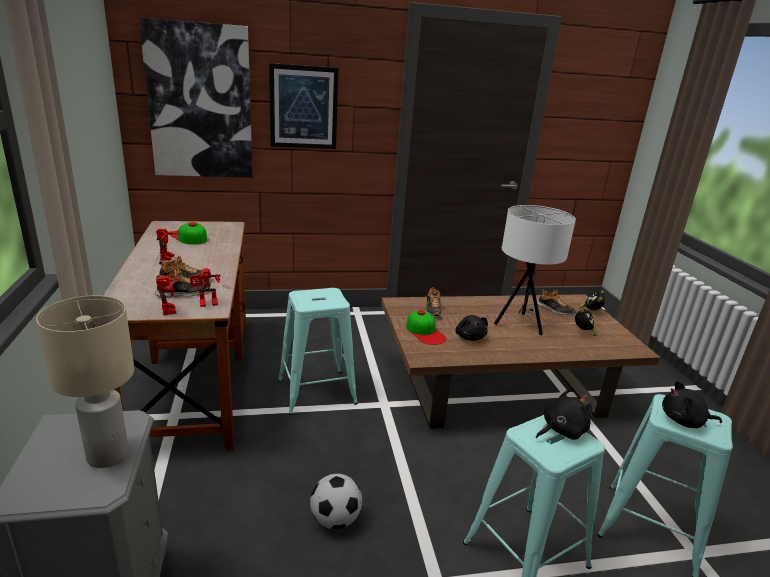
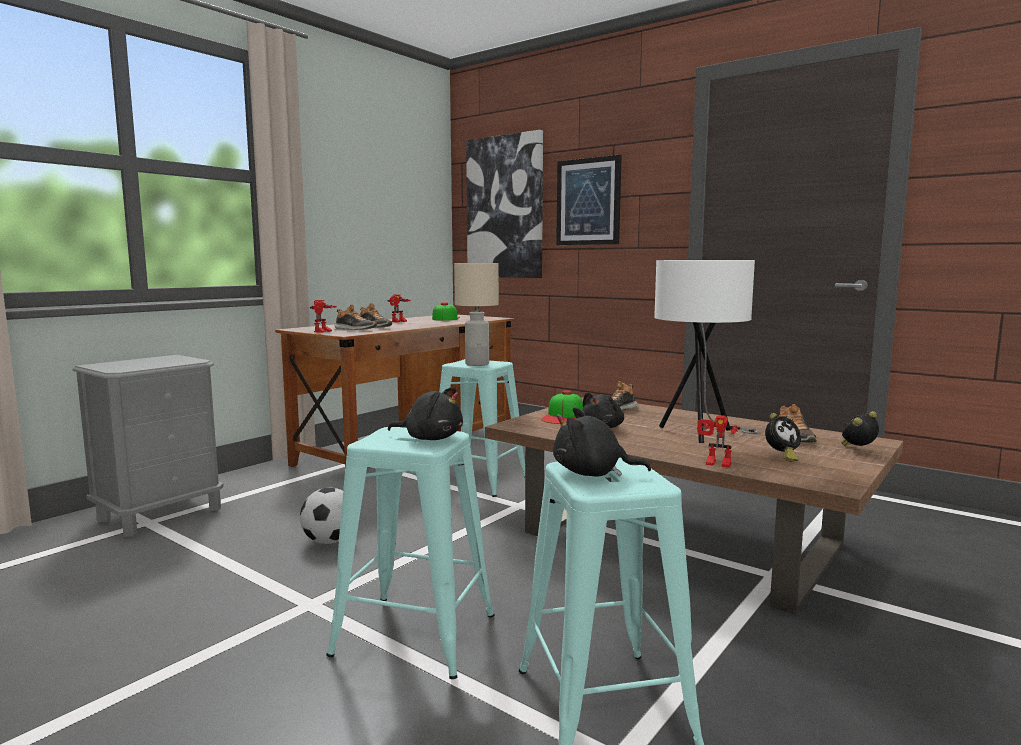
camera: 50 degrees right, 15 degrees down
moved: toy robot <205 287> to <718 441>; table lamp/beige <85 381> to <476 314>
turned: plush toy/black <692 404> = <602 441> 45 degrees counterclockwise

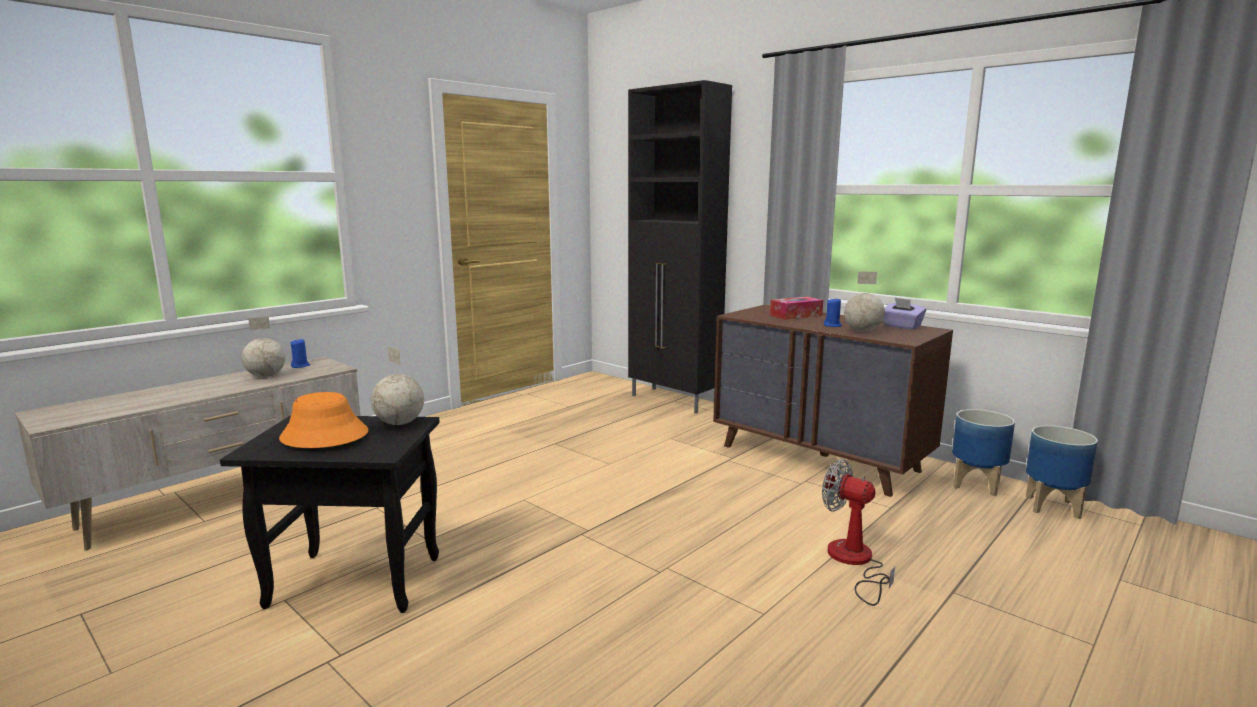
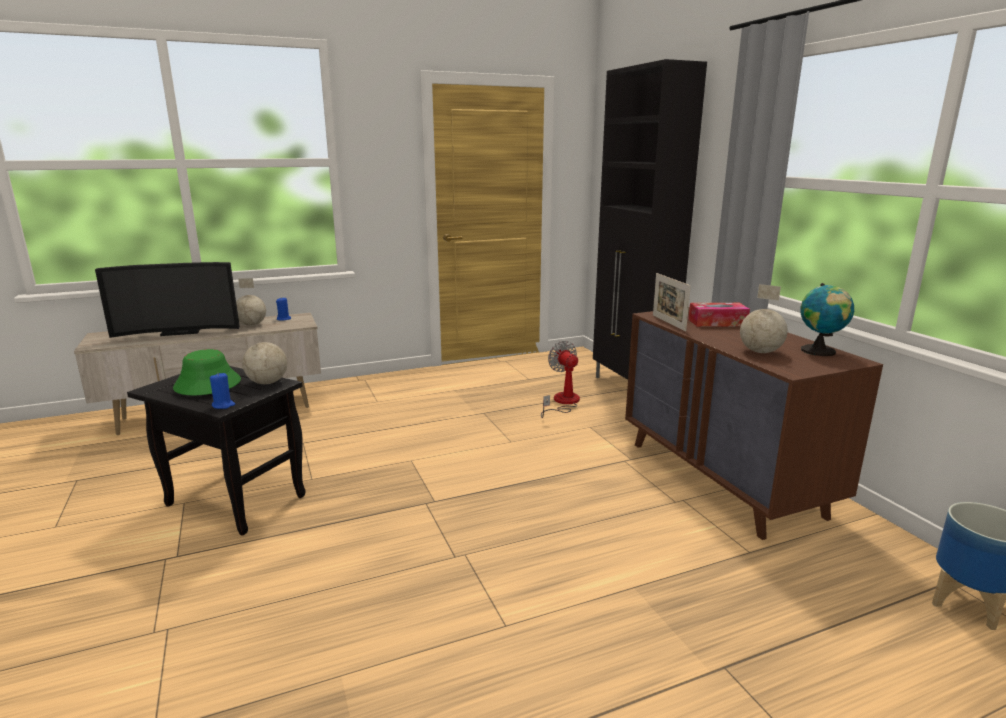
camera: 25 degrees right, 5 degrees up
removed: planter <983 452>
added: television <167 300>; picture frame <672 302>
moved: candle/blue <833 312> to <222 391>; fan <858 532> to <560 379>
replaced: tissue box/purple <904 313> to globe <827 319>
recoloured: hat/orange <324 420> to hat/green <207 372>

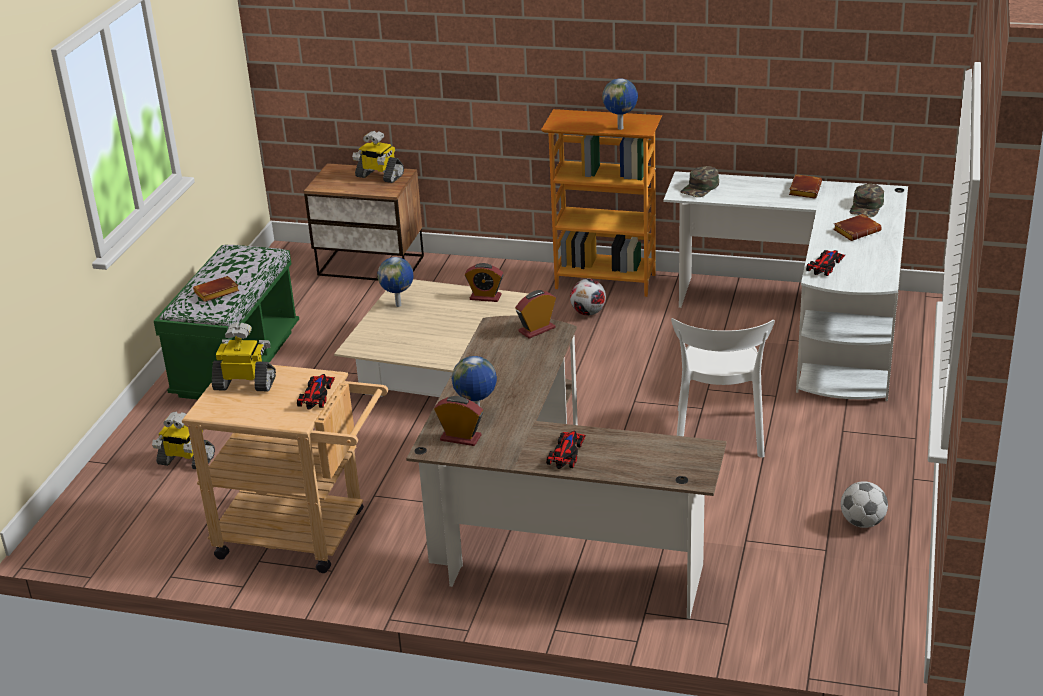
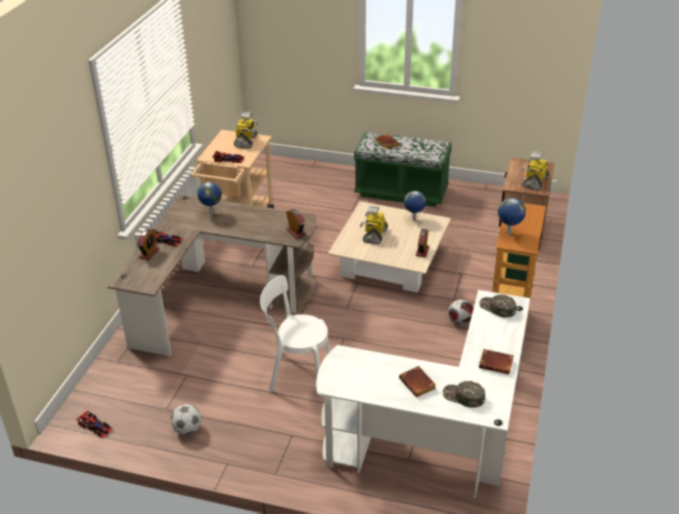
camera: 90 degrees right, 5 degrees up
moved: toy car <825 263> to <94 424>; alarm clock <458 421> to <148 244>; toy robot <183 440> to <374 224>

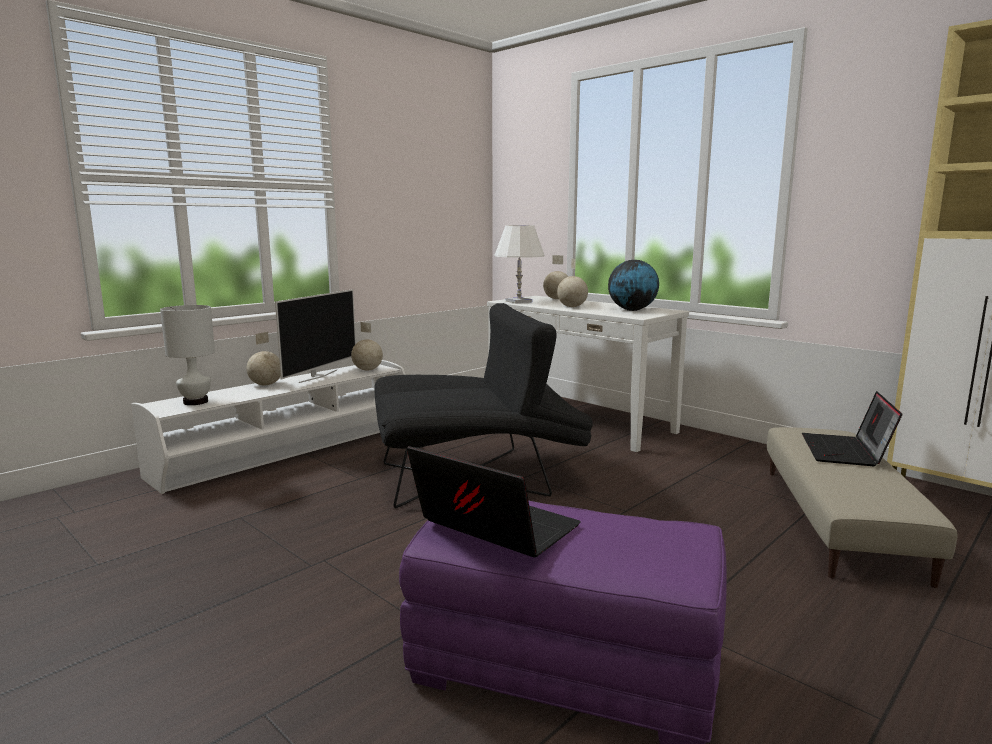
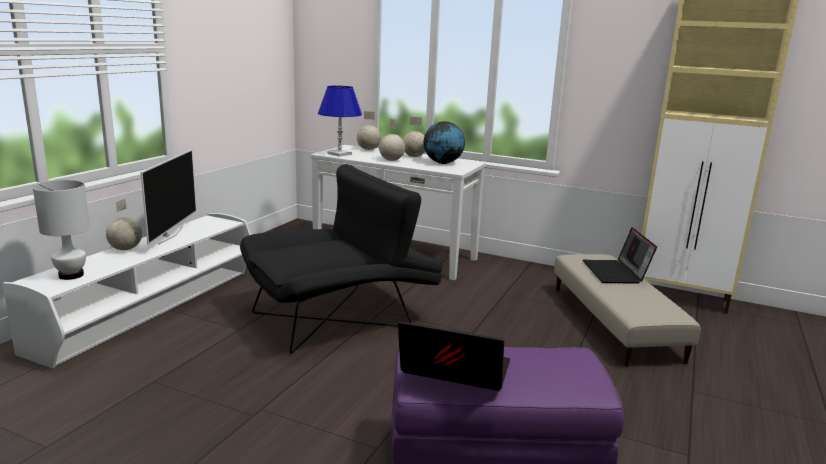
camera: 20 degrees left, 5 degrees up
moved: globe <367 346> to <414 137>
recoloured: table lamp/white <520 264> to table lamp/blue <340 121>

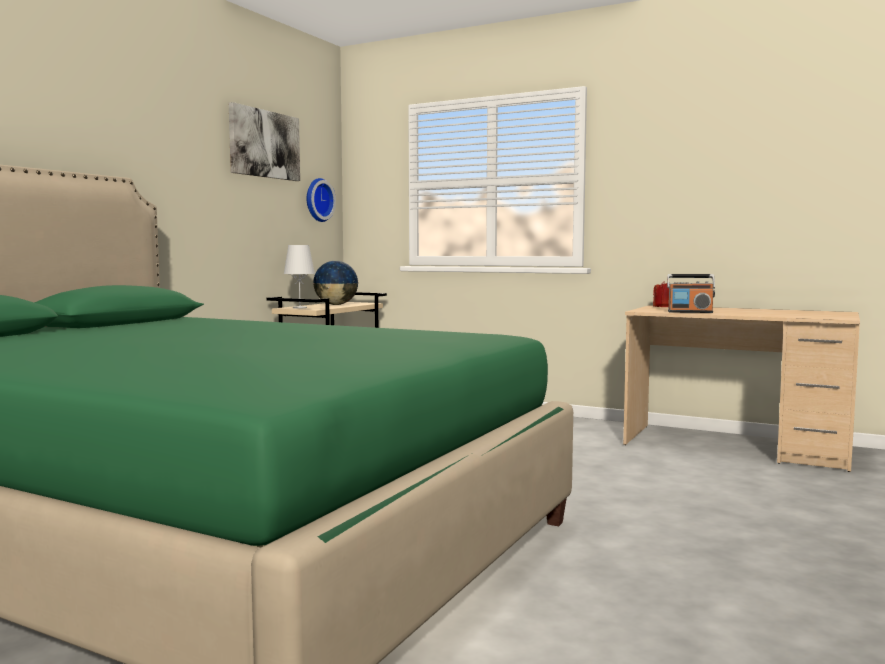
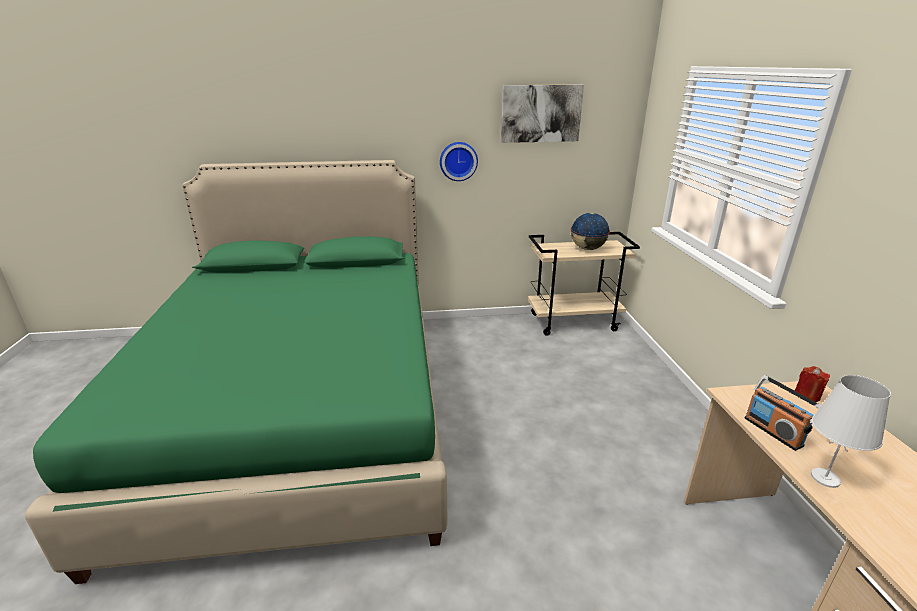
camera: 55 degrees right, 20 degrees up
moved: wall clock <321 200> to <459 161>; table lamp/white <299 276> to <851 431>

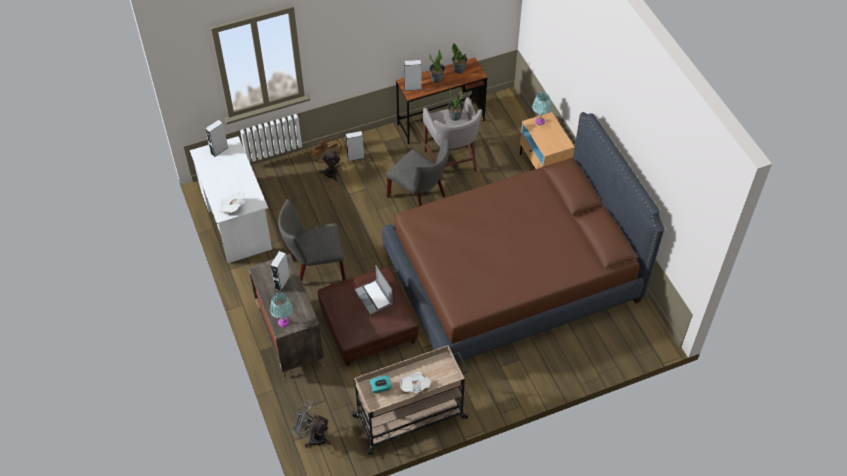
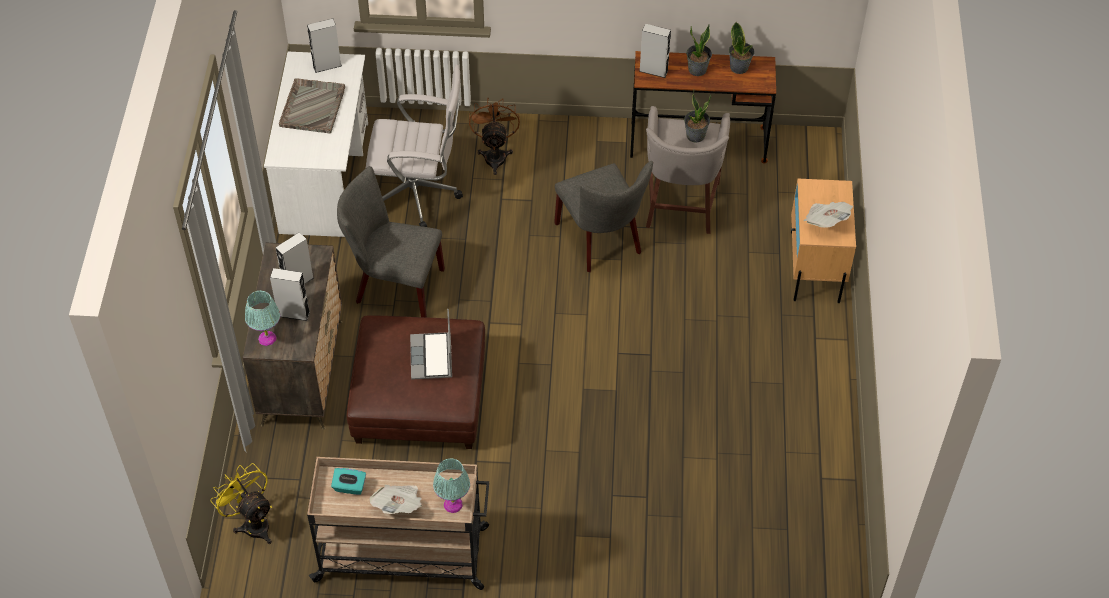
camera: 25 degrees right, 0 degrees up
removed: bed/brown <523 237>
added: office chair/white <414 146>; tray/grey <312 106>
moved: table lamp/turquoise <541 108> to <451 485>; speaker/grey <355 146> to <290 294>; newspaper <232 202> to <828 215>
recoloured: fan/grey <310 423> to fan/yellow <241 503>

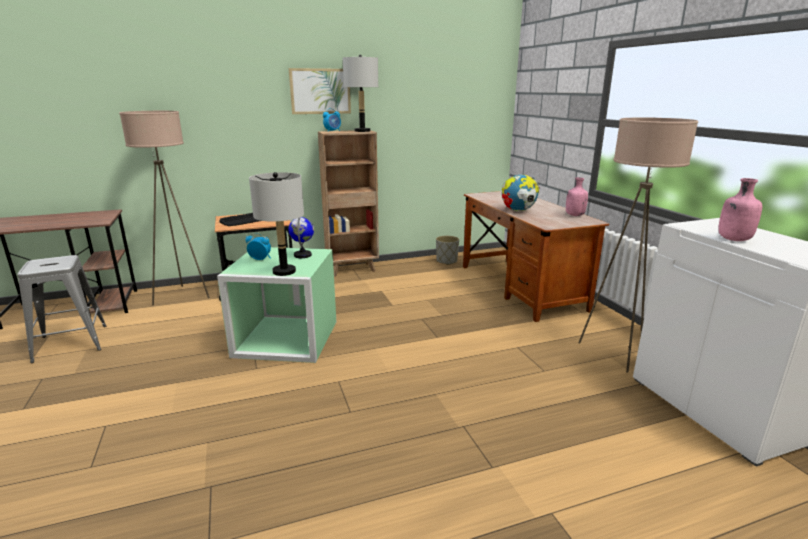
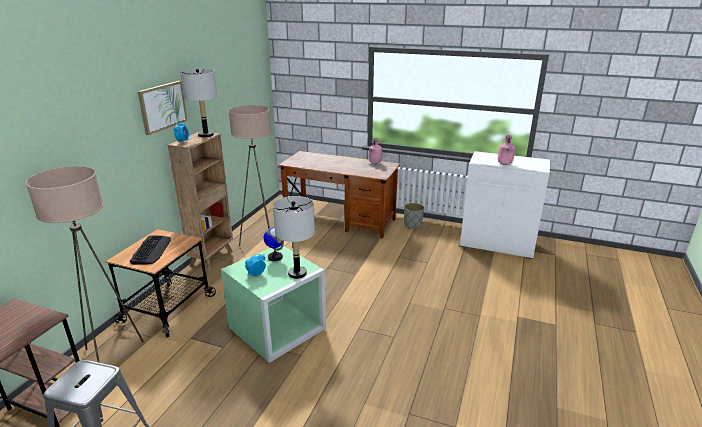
camera: 50 degrees left, 5 degrees up
removed: globe <521 193>
moved: floor lamp/beige <638 245> to <250 175>; planter/grey <447 250> to <414 215>

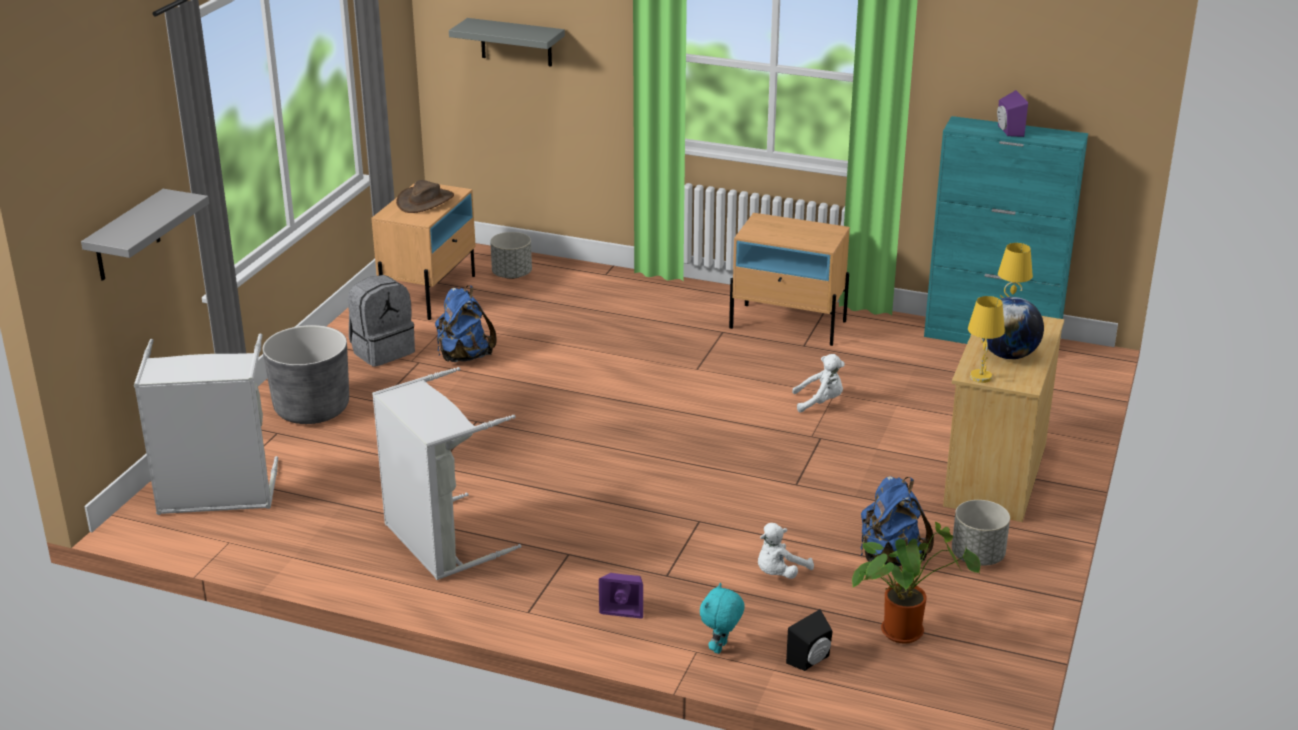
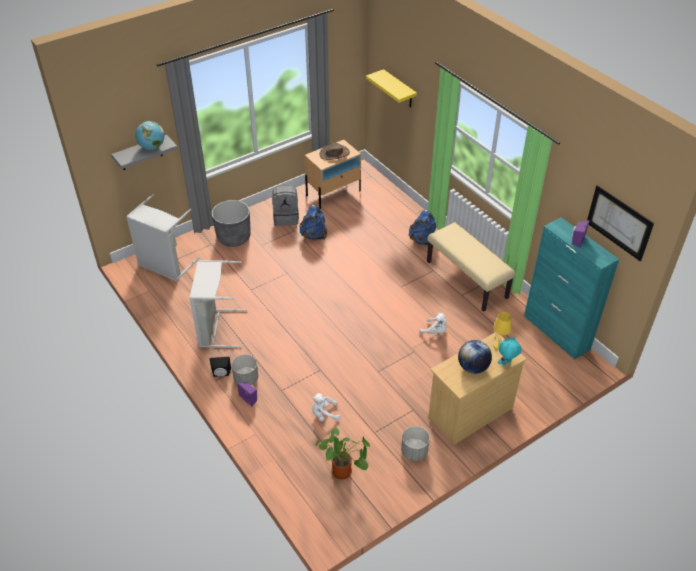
camera: 35 degrees right, 15 degrees up
removed: table lamp/yellow <986 339>
added: globe <149 135>; picture <620 223>
moved: planter/grey <511 255> to <245 369>; backpack/blue <897 521> to <423 228>; plush toy/turquoise <722 618> to <510 351>; speaker/black <809 640> to <220 367>
replaced: nightstand/beige <789 279> to bench/beige <471 267>
recoloured: shelf/grey <507 42> to shelf/yellow <391 88>

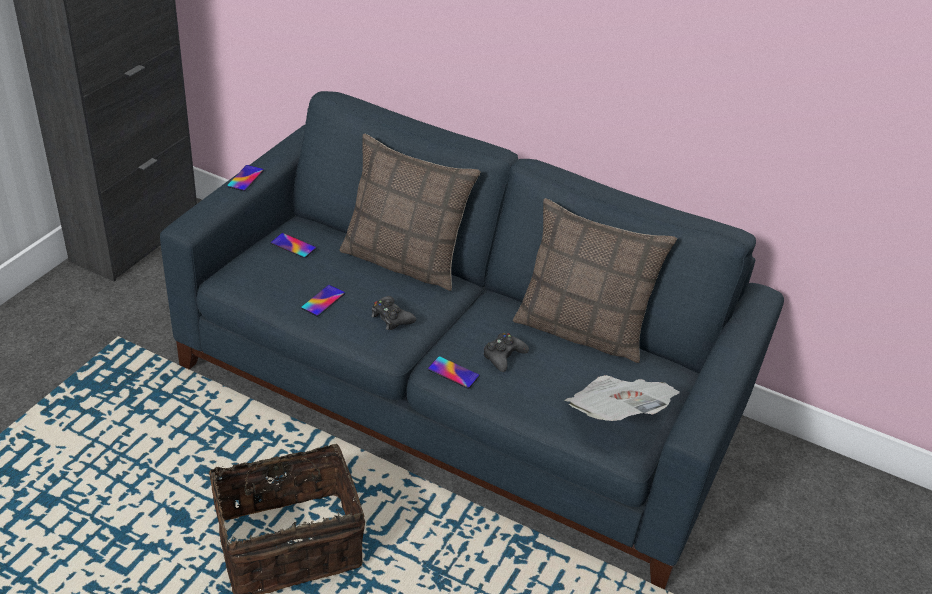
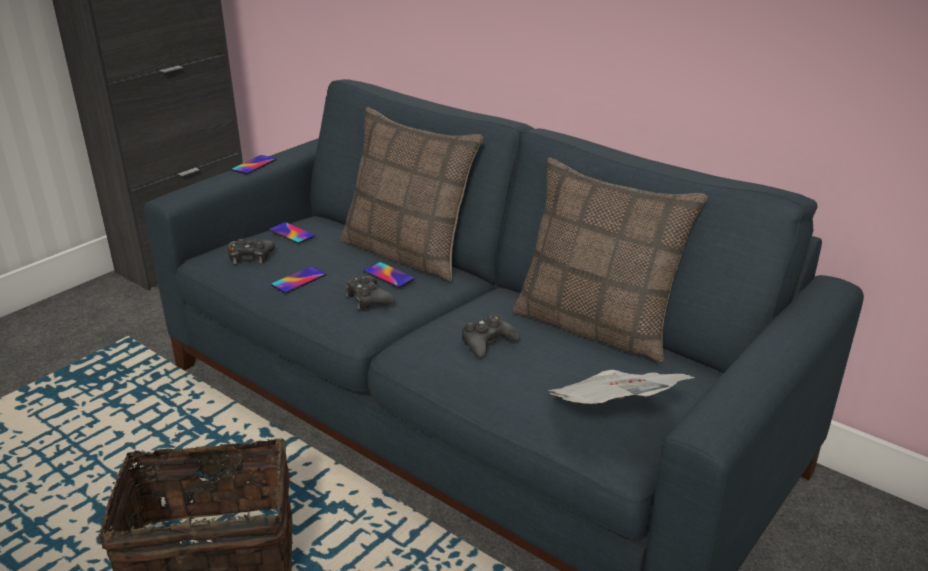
camera: 15 degrees right, 10 degrees down
added: game controller/black <251 251>
moved: phone <454 372> to <389 275>

